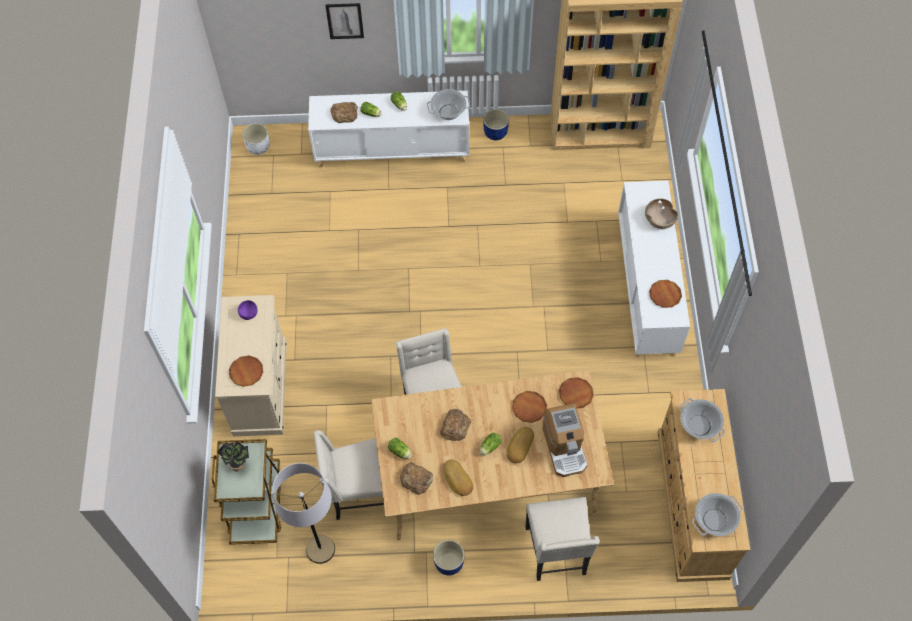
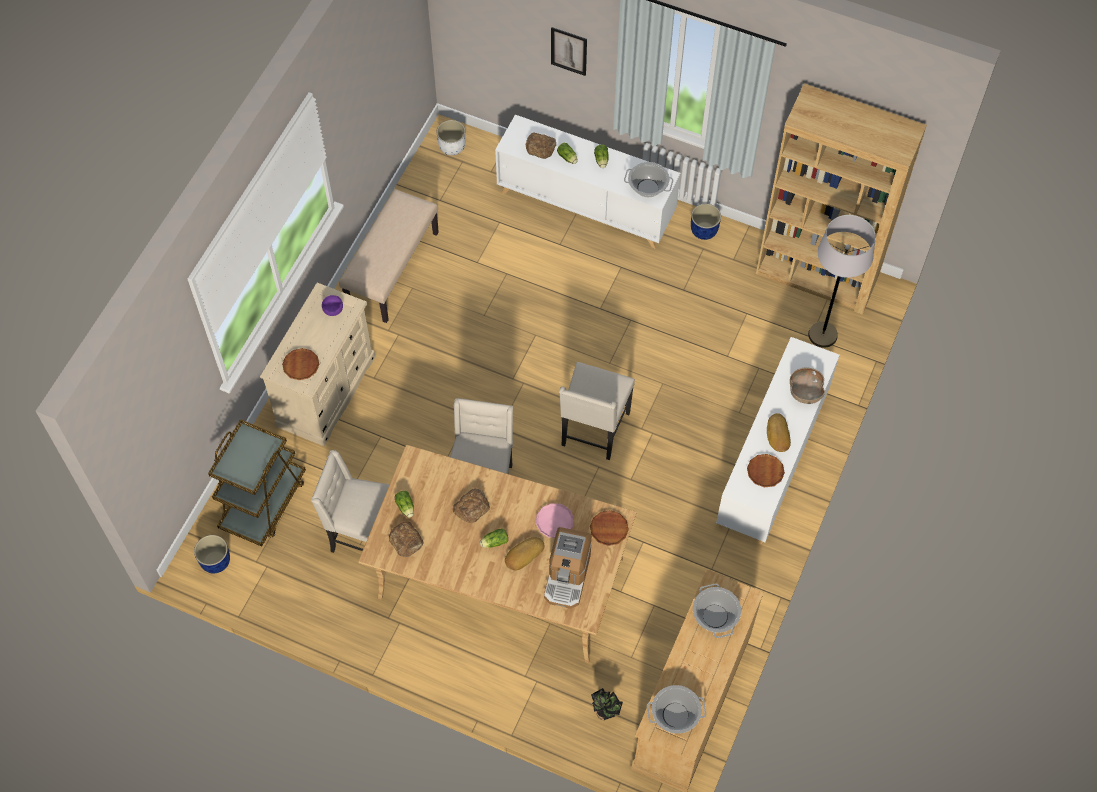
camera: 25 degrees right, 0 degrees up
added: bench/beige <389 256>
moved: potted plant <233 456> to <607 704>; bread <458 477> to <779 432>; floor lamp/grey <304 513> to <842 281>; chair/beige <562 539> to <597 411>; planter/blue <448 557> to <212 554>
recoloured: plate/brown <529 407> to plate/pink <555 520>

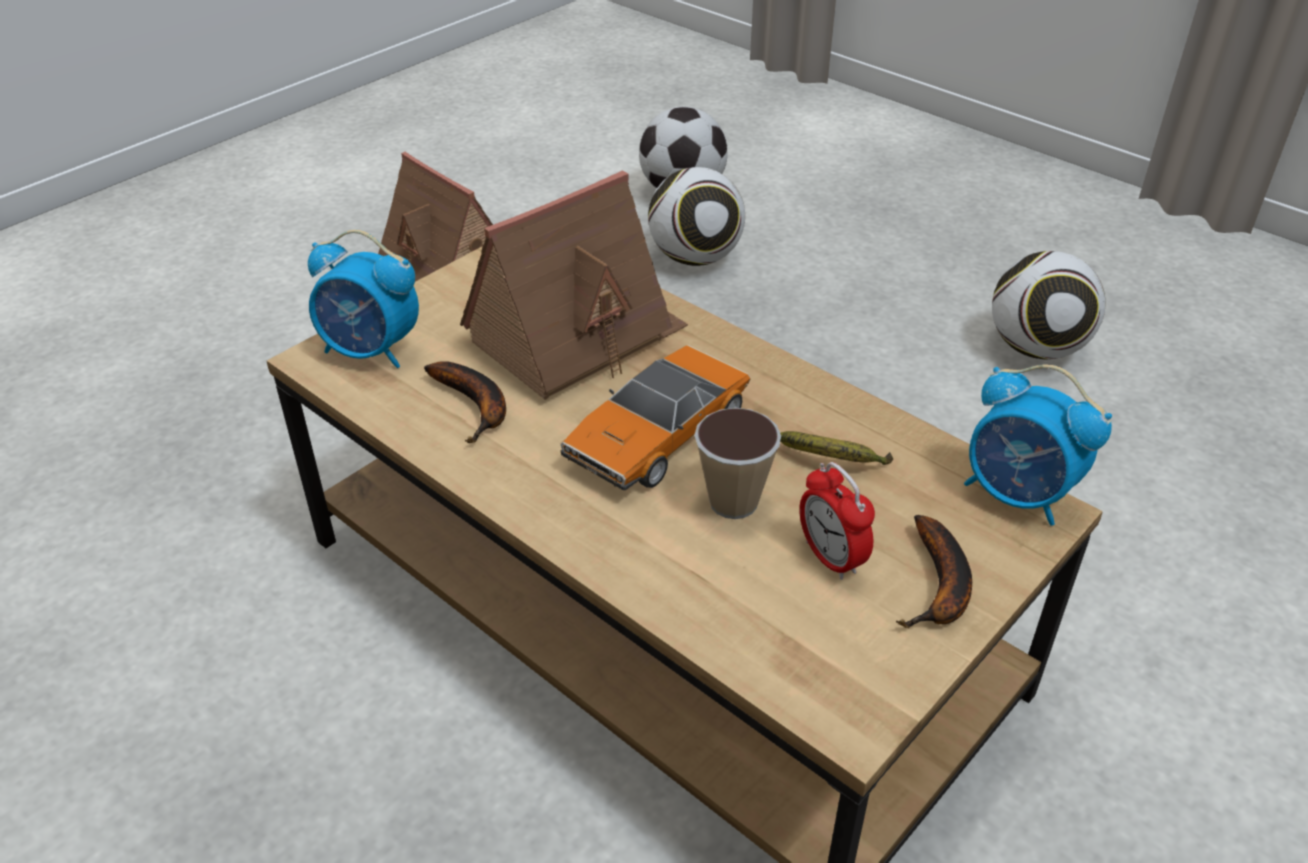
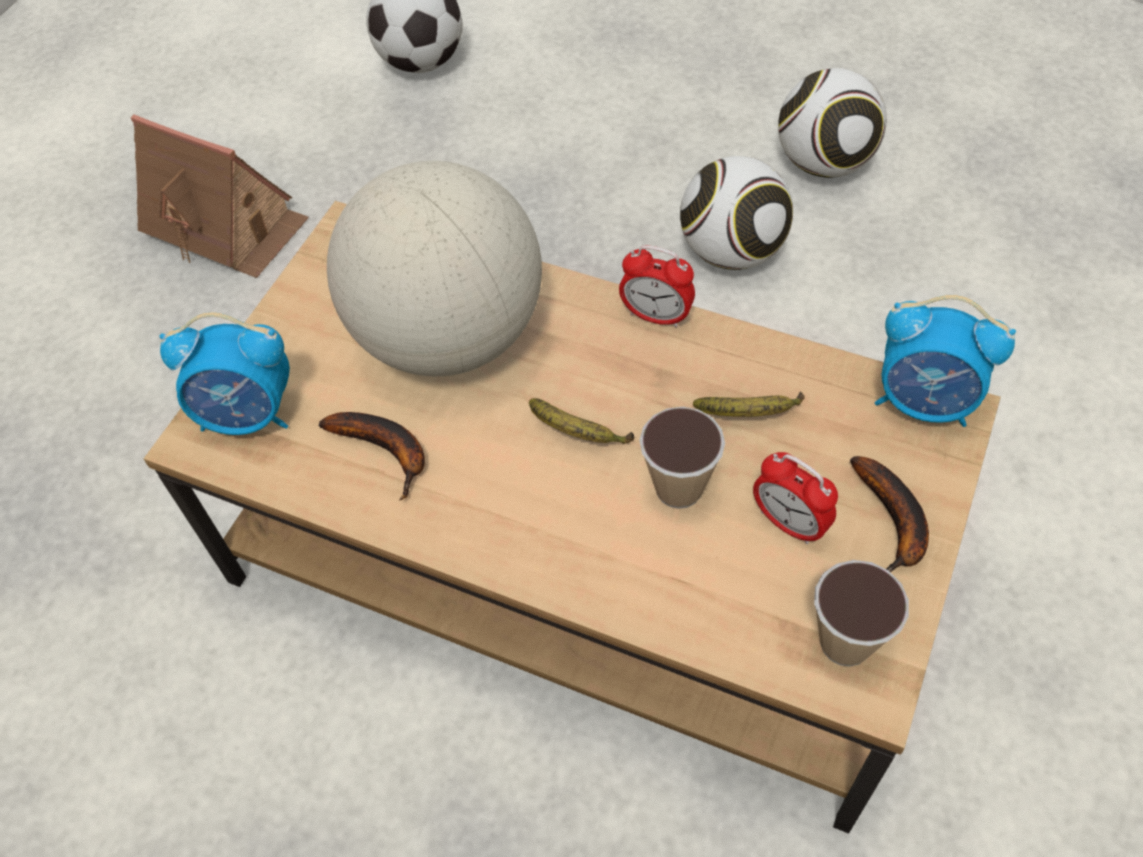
camera: 15 degrees left, 15 degrees up
added: alarm clock <657 286>; cup <861 613>
moved: football <696 216> to <736 213>
replaced: toy house <574 285> to globe <434 269>; toy car <656 417> to banana <581 421>

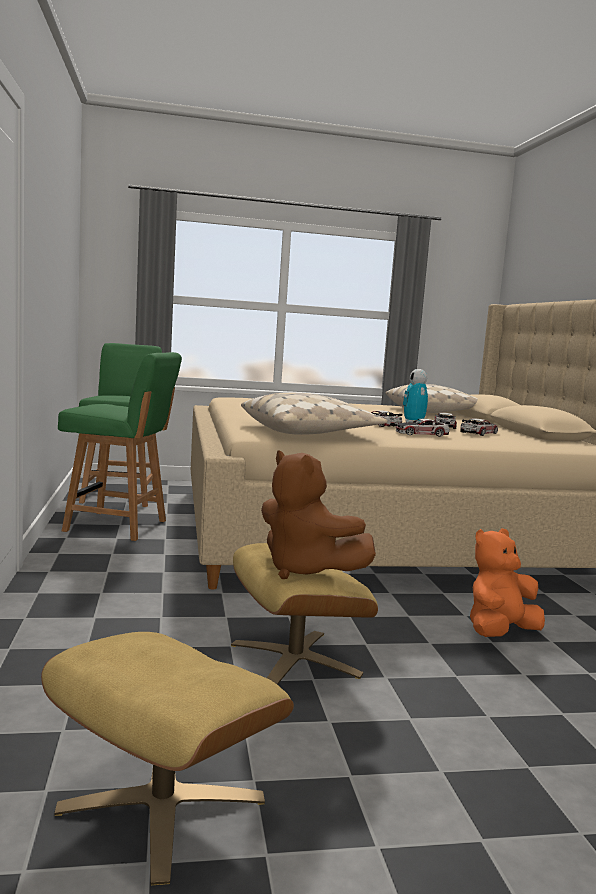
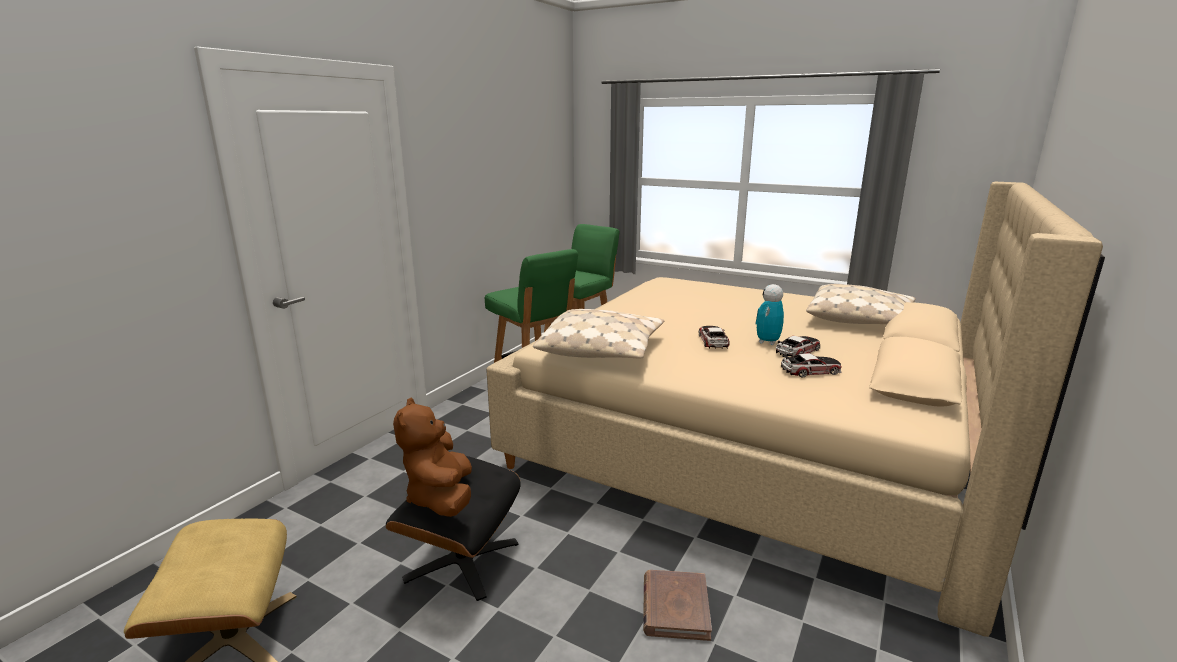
camera: 40 degrees right, 10 degrees up
removed: toy car <423 428>
replaced: plush toy/orange <507 582> to book/brown <677 605>
recoloured: ottoman/beige <304 614> to ottoman/black <453 528>

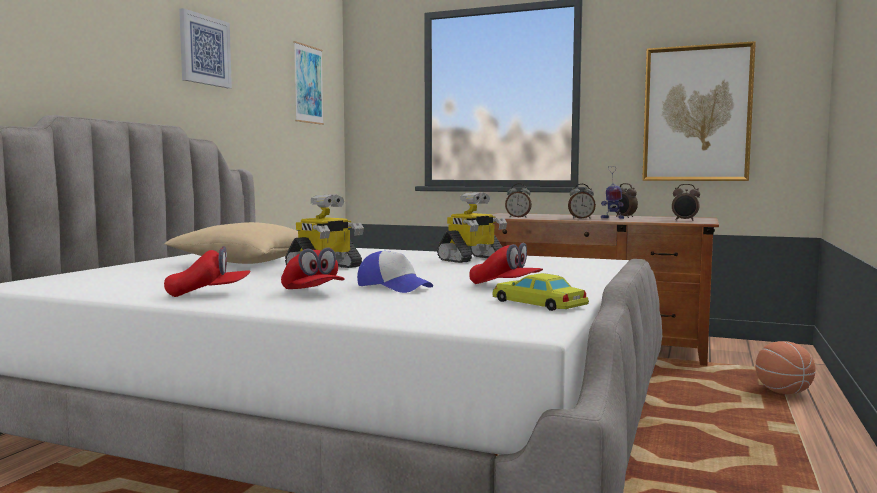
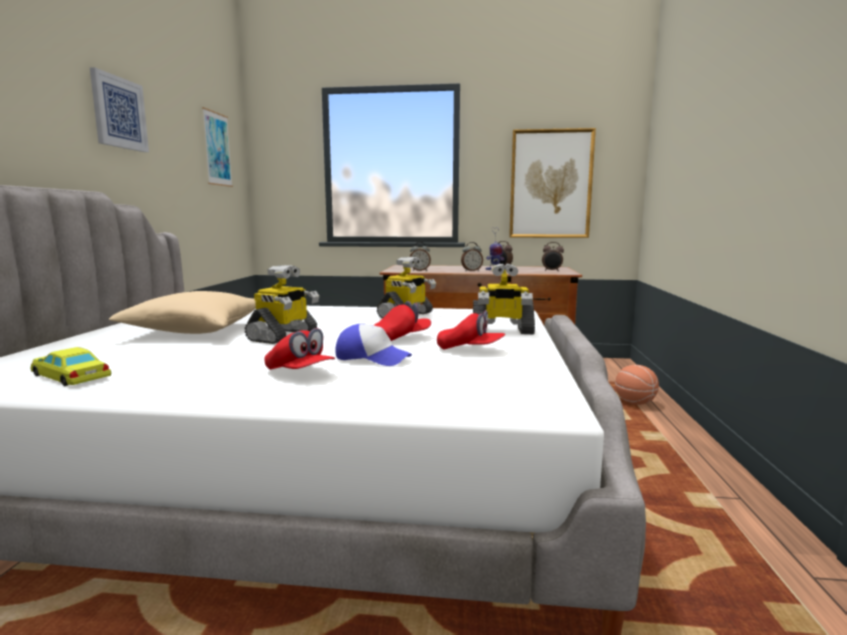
camera: 15 degrees left, 5 degrees up
added: toy robot <504 299>
moved: cap/red <207 271> to <402 321>; toy car/yellow <541 292> to <70 366>

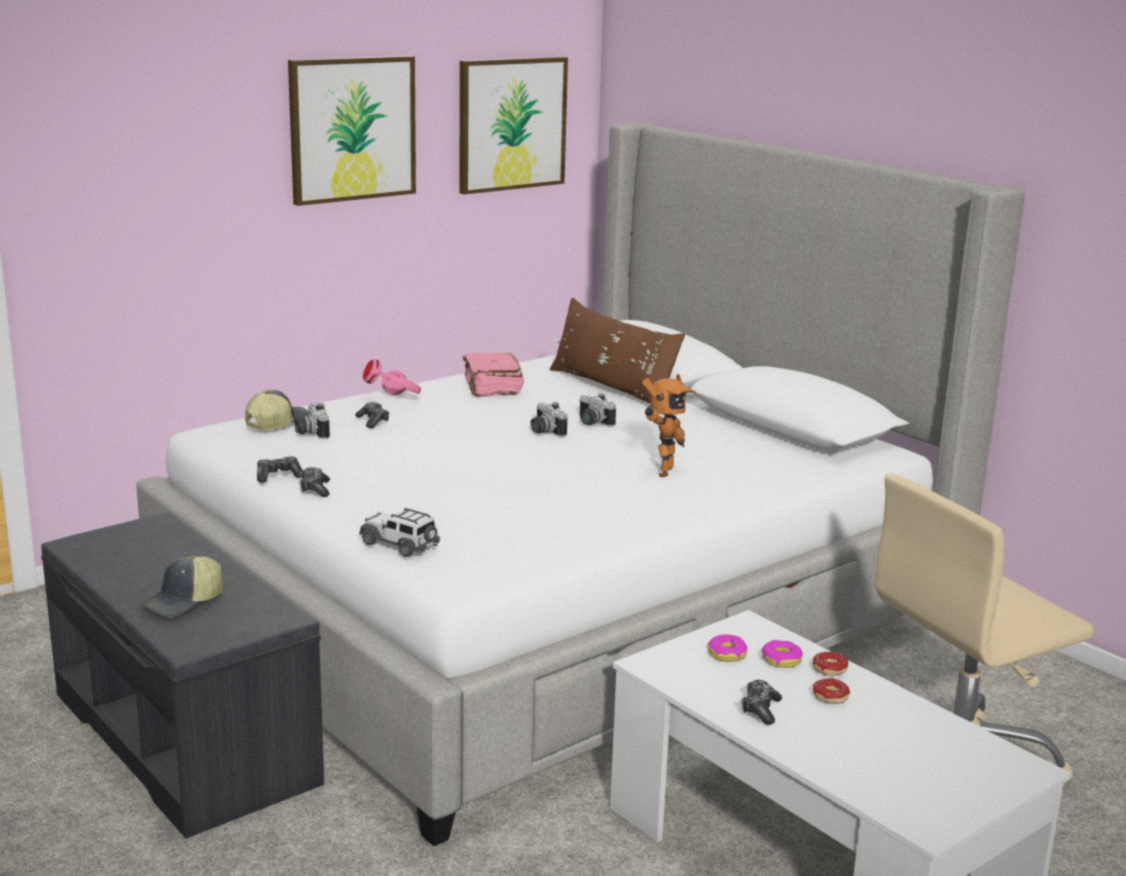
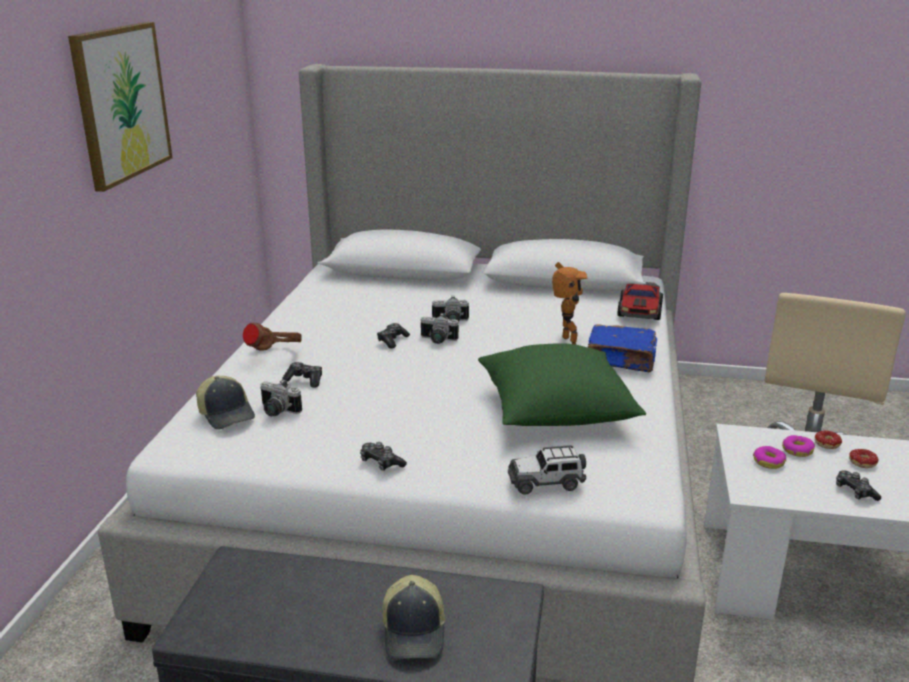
camera: 40 degrees left, 5 degrees up
removed: picture <513 126>; pillow/brown <617 350>; book/pink <493 375>
added: toy car <640 301>; book/blue <622 348>; pillow/green <562 384>
moved: game controller <279 469> to <393 336>
recoloured: headphones/pink <392 377> to headphones/brown <272 337>
turned: cap <276 410> = <225 402> 150 degrees clockwise

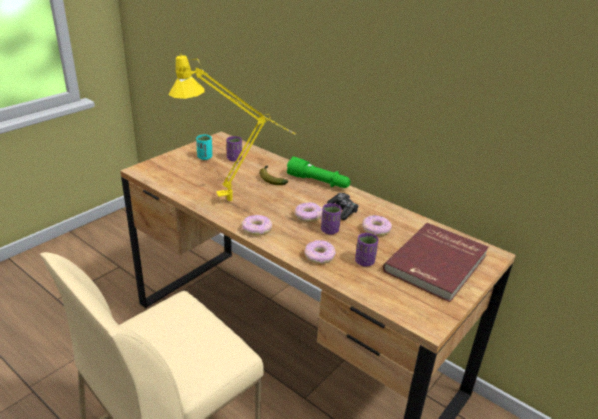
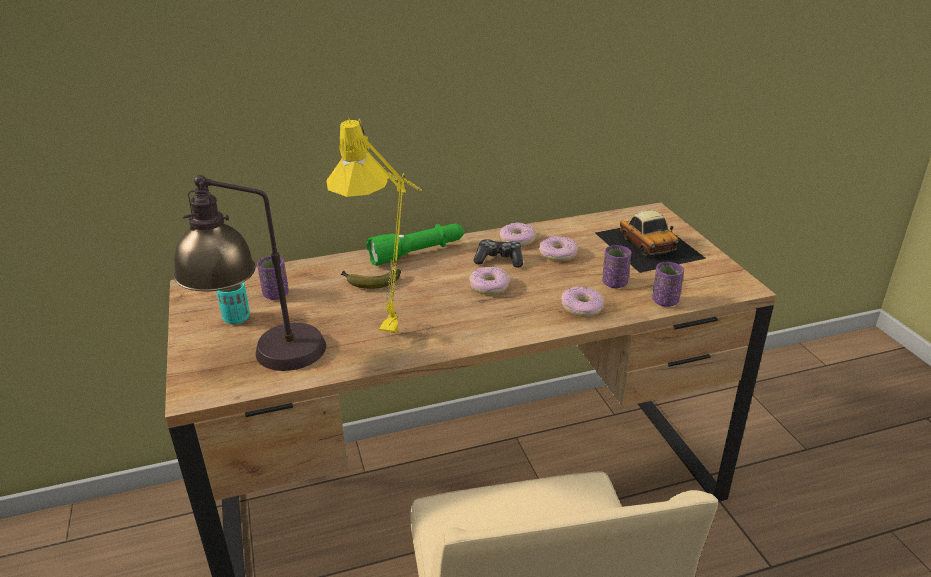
camera: 55 degrees left, 0 degrees up
added: table lamp <250 273>
moved: cup/purple <331 219> to <668 284>; donut <257 225> to <517 234>
replaced: book/red <436 262> to toy car <650 241>

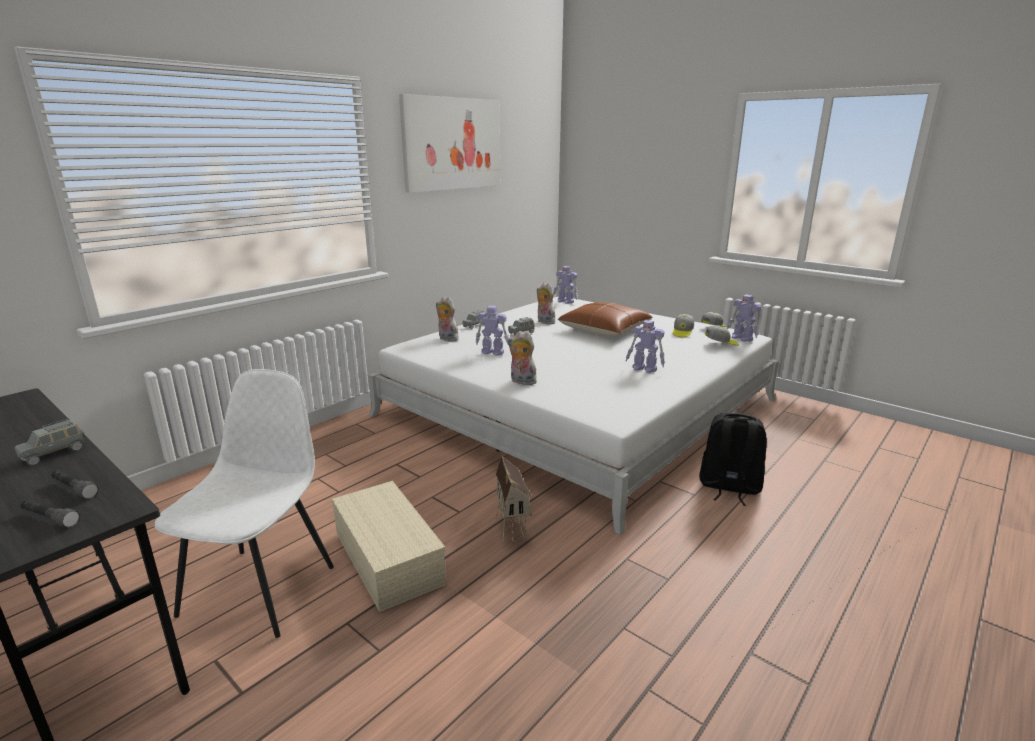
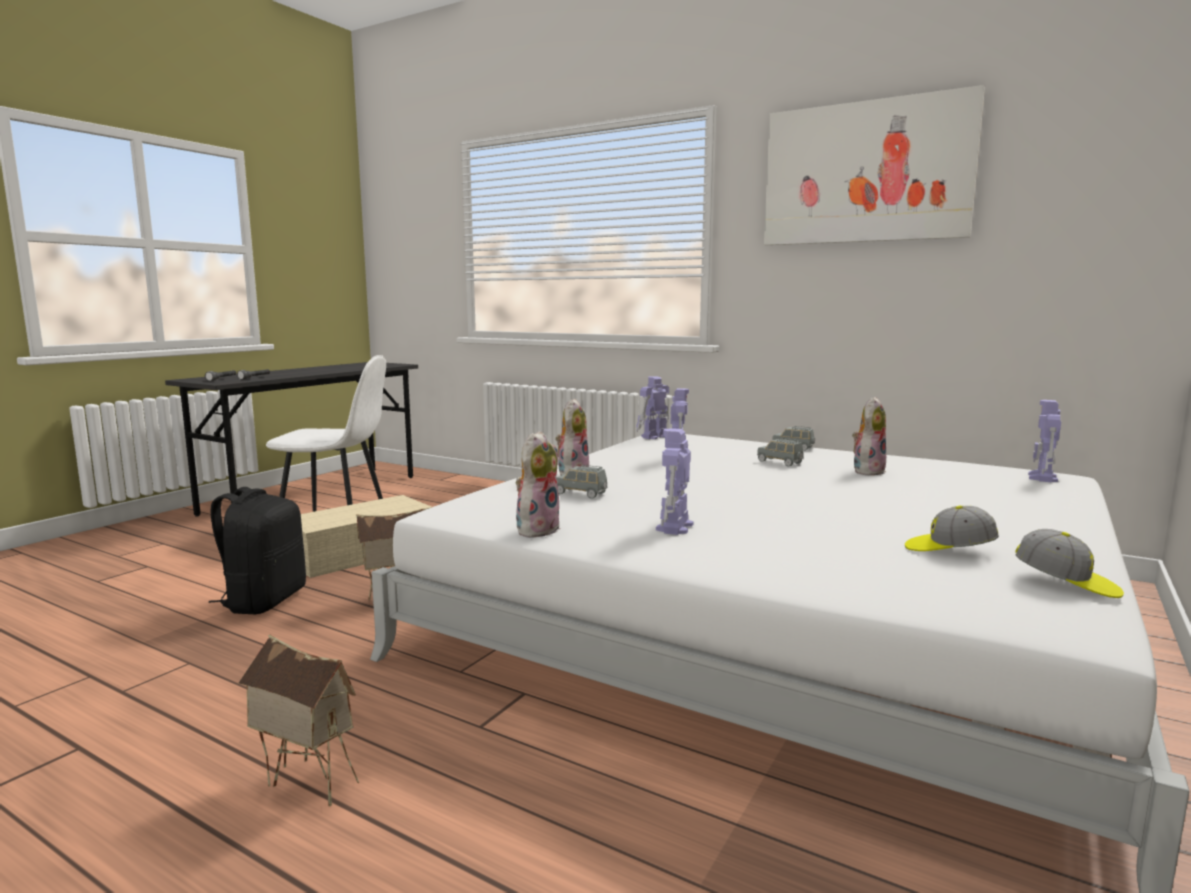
camera: 80 degrees right, 10 degrees down
removed: pillow/brown <605 319>; cap <722 335>
added: toy house <298 720>
moved: toy robot <744 318> to <652 407>; plush toy <447 319> to <538 484>; backpack/black <733 459> to <257 550>; toy car/grey <50 442> to <581 482>

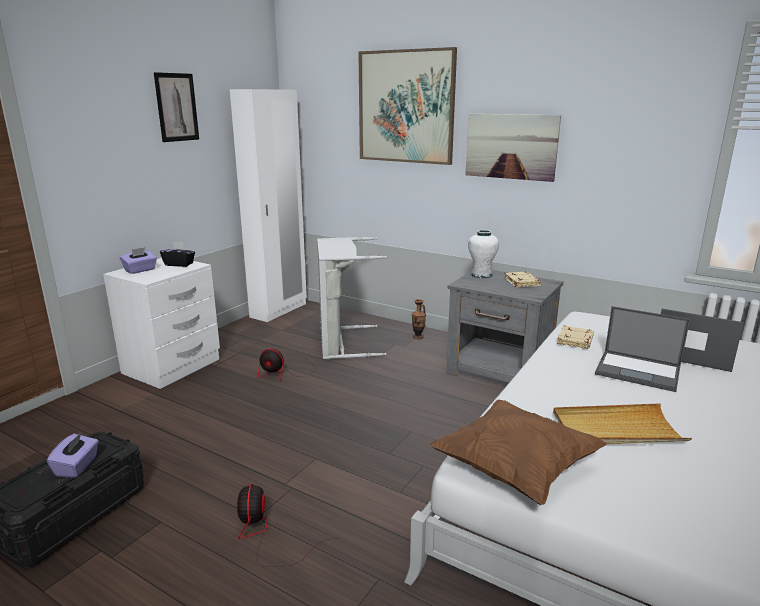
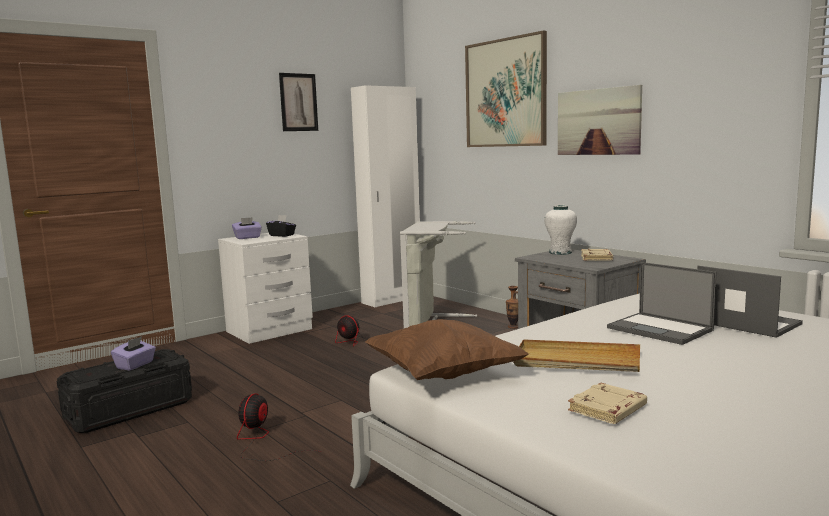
camera: 20 degrees right, 10 degrees down
moved: book/beige <575 337> to <607 403>

